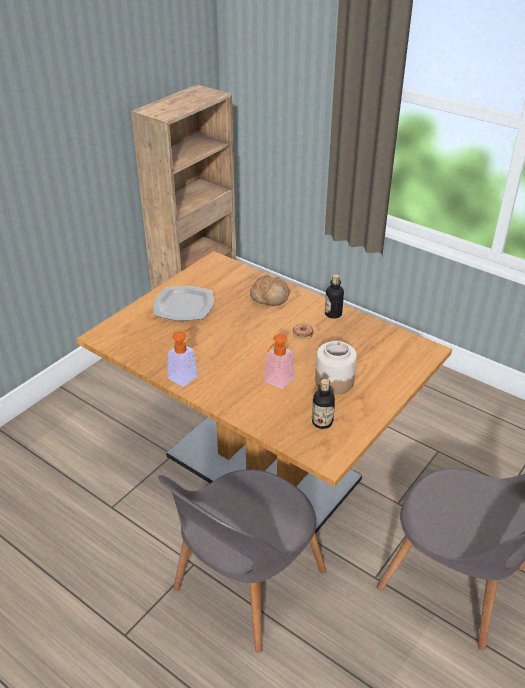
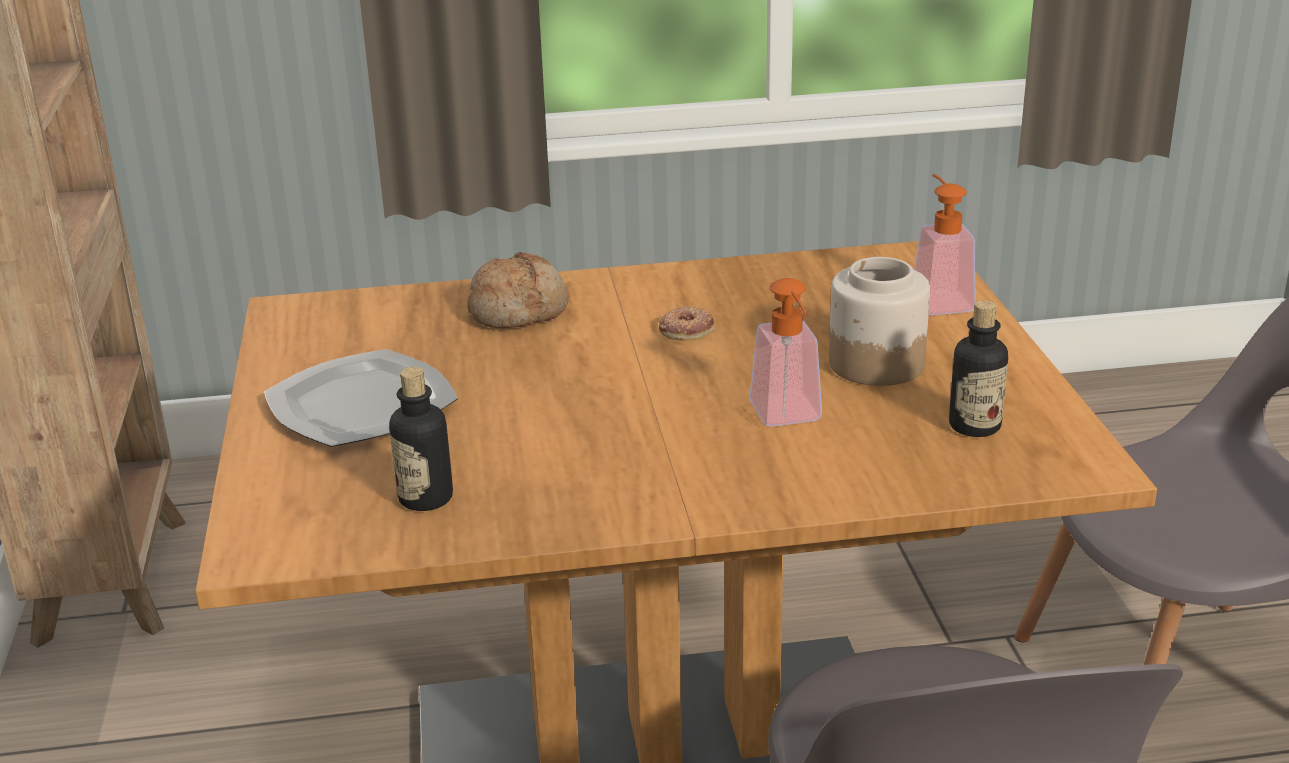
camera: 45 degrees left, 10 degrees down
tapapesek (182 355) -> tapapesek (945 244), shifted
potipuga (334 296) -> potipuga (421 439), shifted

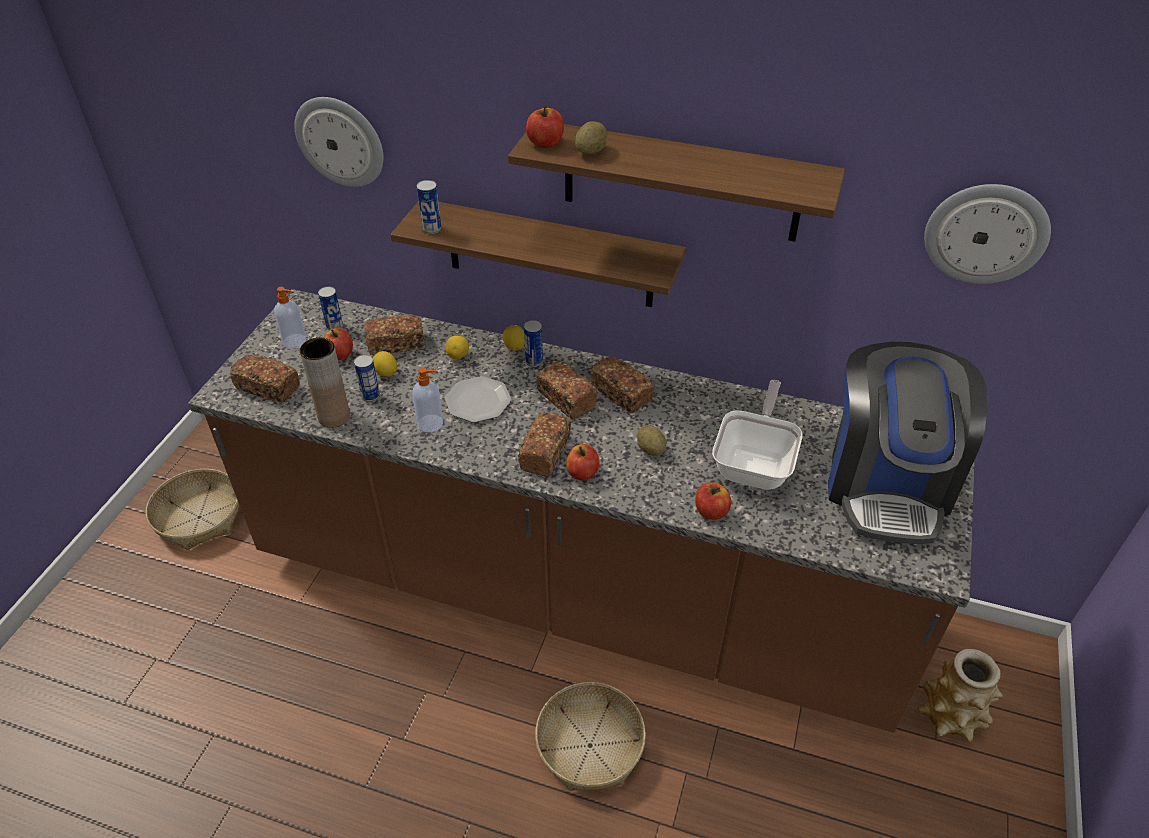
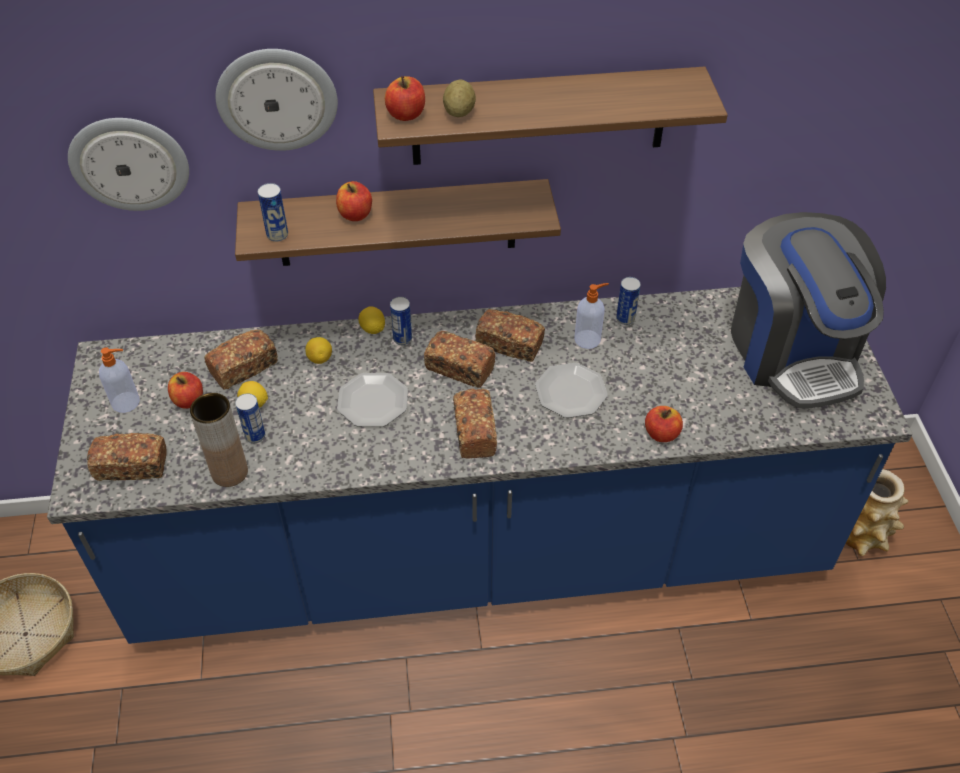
camera: 25 degrees left, 5 degrees up
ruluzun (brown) (581 511) -> ruluzun (blue) (480 465)
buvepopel (330 308) -> buvepopel (628 301), shifted
tapapesek (427 400) -> tapapesek (591 316), shifted
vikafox (590 736) -> none
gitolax (583 462) -> gitolax (354 201), shifted
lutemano (651 440) -> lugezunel (571 390)
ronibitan (757 435) -> none
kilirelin (987 234) -> kilirelin (277 100), shifted

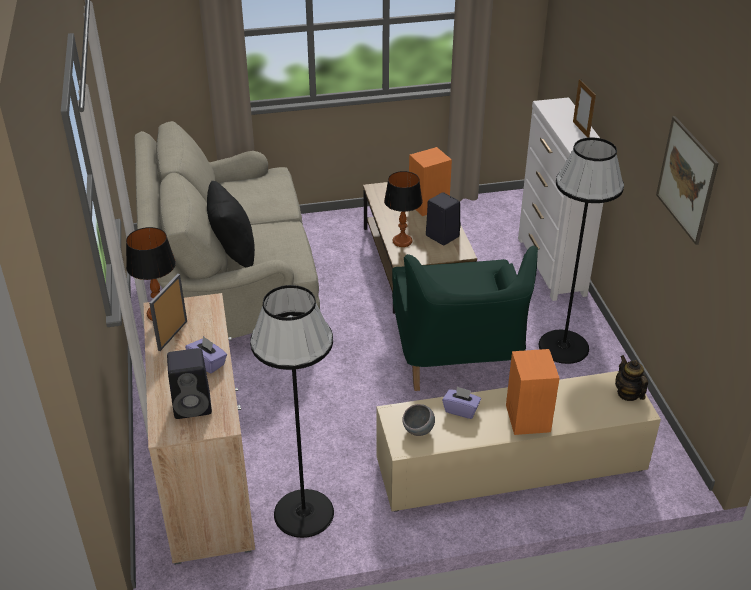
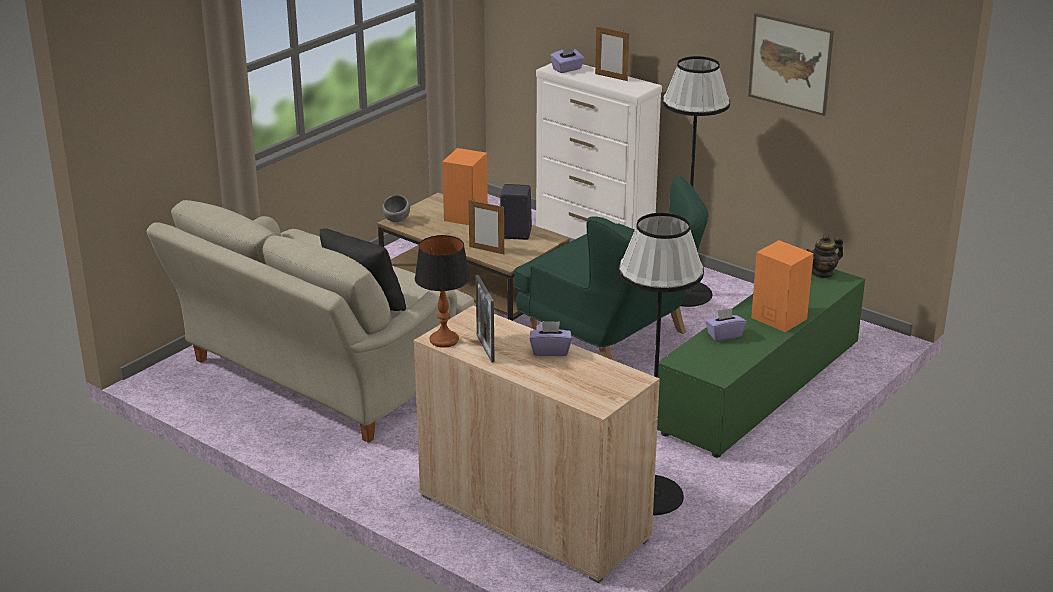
camera: 40 degrees left, 10 degrees down
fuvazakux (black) (189 383) -> none
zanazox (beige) (519 441) -> zanazox (green) (761 362)
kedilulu (403 209) -> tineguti (486 226)
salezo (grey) (418 420) -> salezo (grey) (396 208), shifted
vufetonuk (631 378) -> vufetonuk (824 256), 60 degrees counterclockwise
none -> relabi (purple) (567 60)

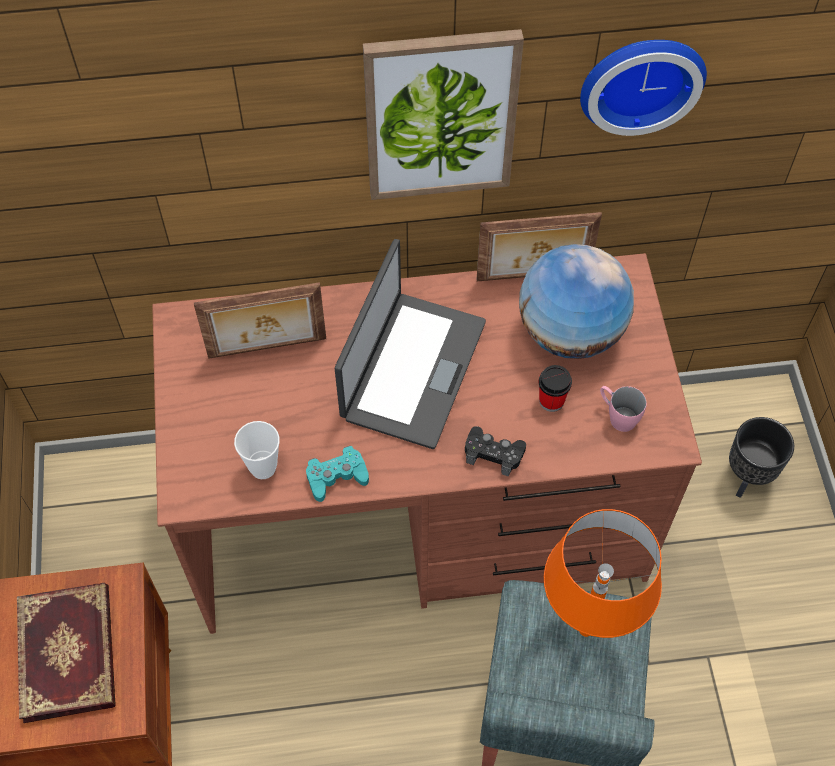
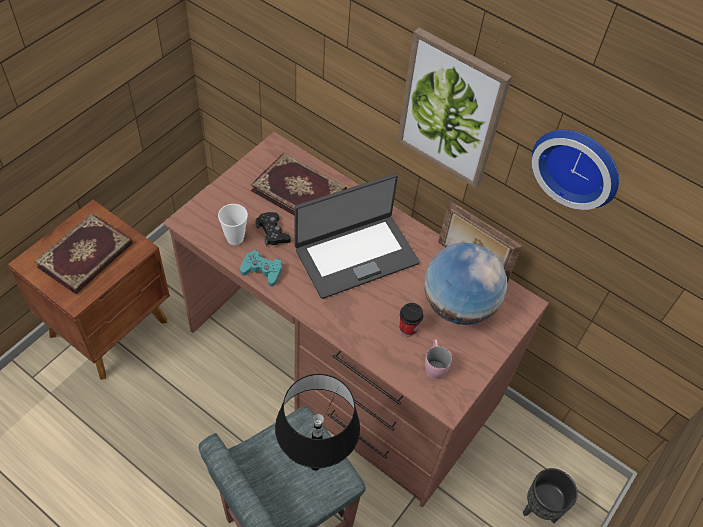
camera: 40 degrees right, 5 degrees down
tineguti (260 320) -> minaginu (299 184)
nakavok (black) (495 451) -> nakavok (black) (273 229), shifted
kedilulu (orange) (603 573) -> kedilulu (black) (317 422)

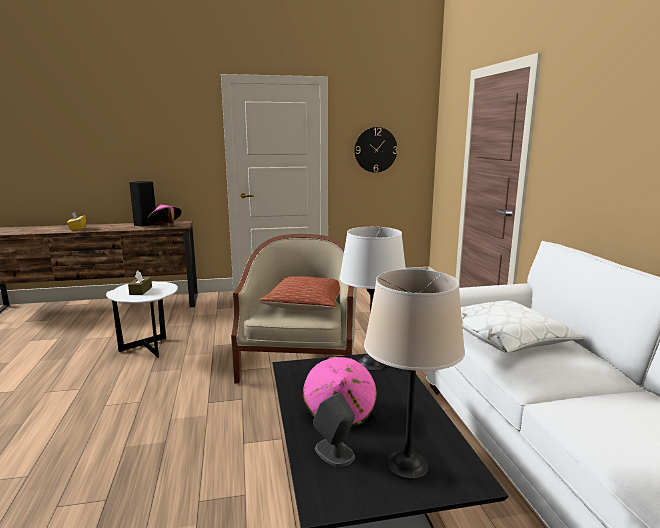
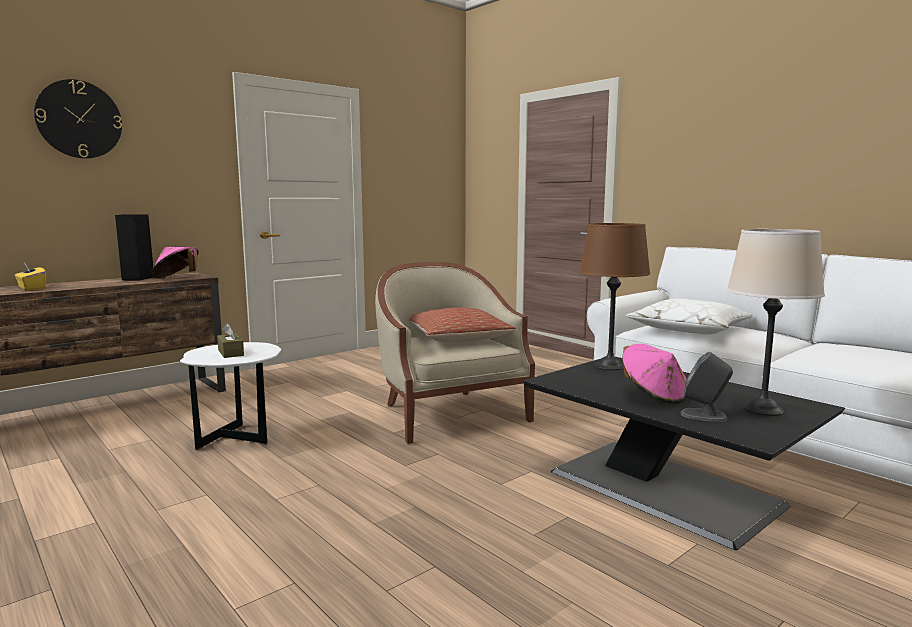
camera: 30 degrees left, 5 degrees down
kedilulu (white) (373 299) -> kedilulu (brown) (614 296)
kilirelin (376 150) -> kilirelin (78 118), shifted

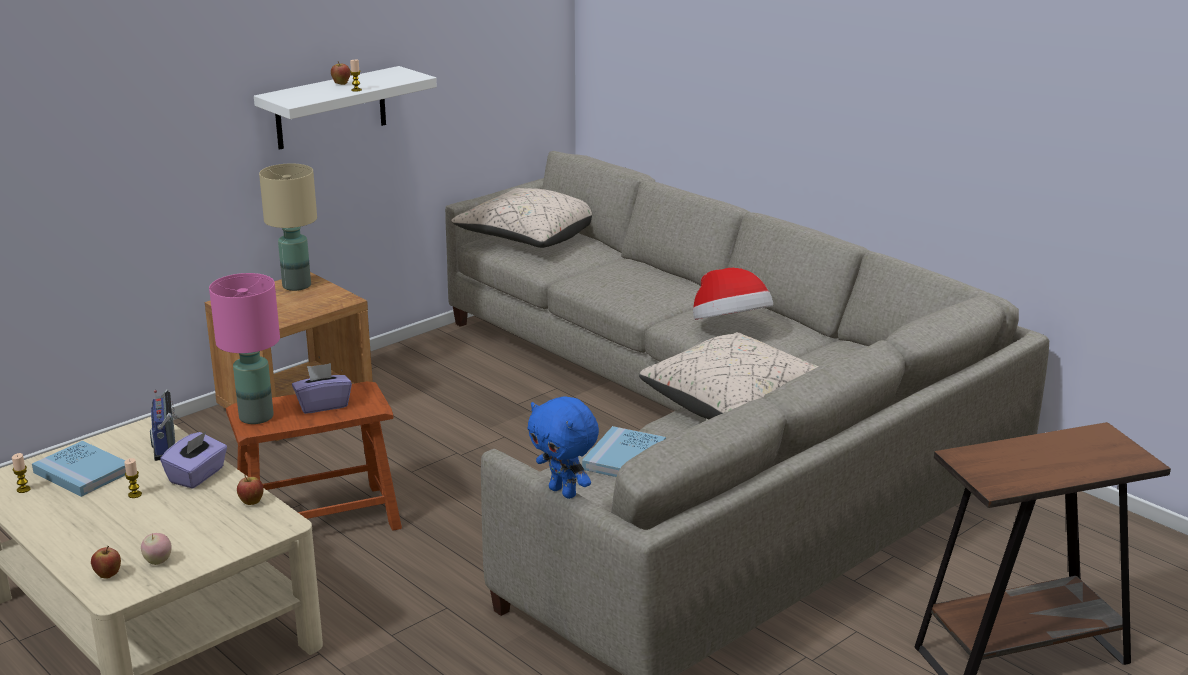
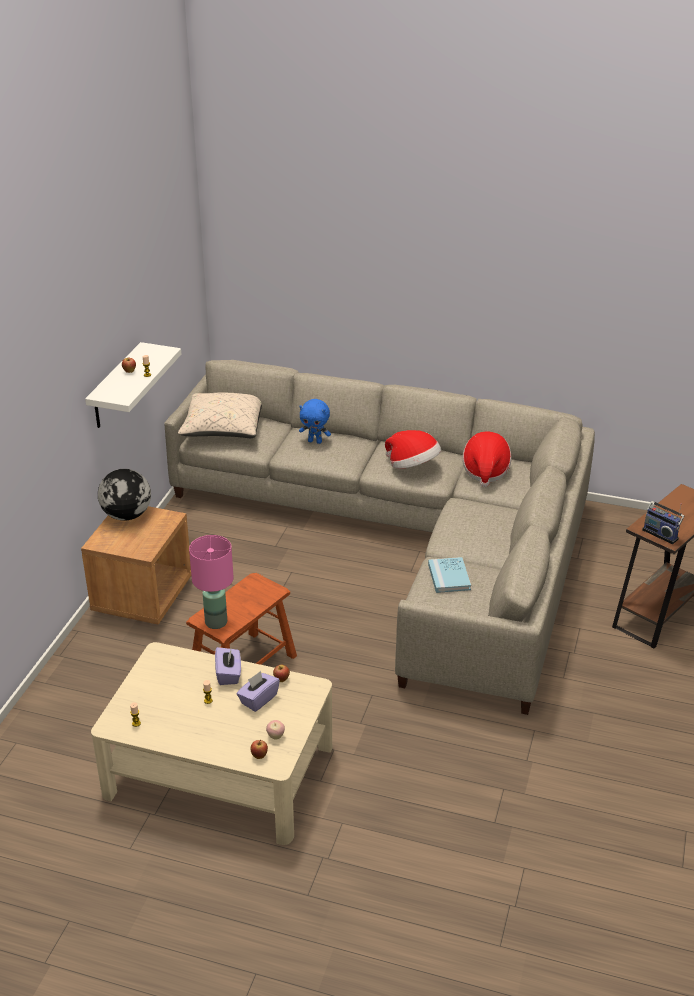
camera: 30 degrees left, 10 degrees up
minaginu (blue) (79 469) -> none
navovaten (164 425) -> navovaten (663 522), shifted
kedilulu (beige) (288 227) -> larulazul (124 495)
relabi (purple) (322 388) -> relabi (purple) (258 691), shifted
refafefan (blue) (563 447) -> refafefan (blue) (315 421), shifted
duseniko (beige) (729 375) -> none
none -> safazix (486 459)

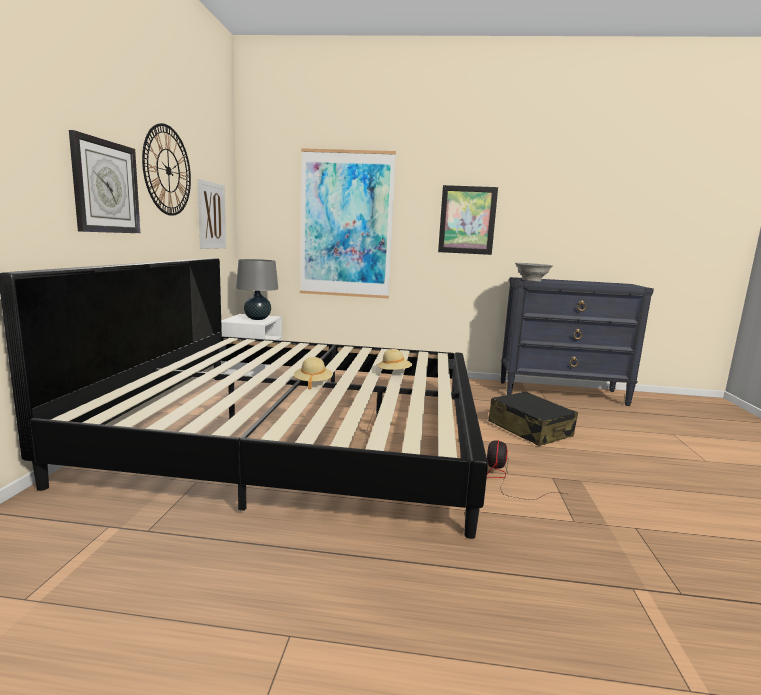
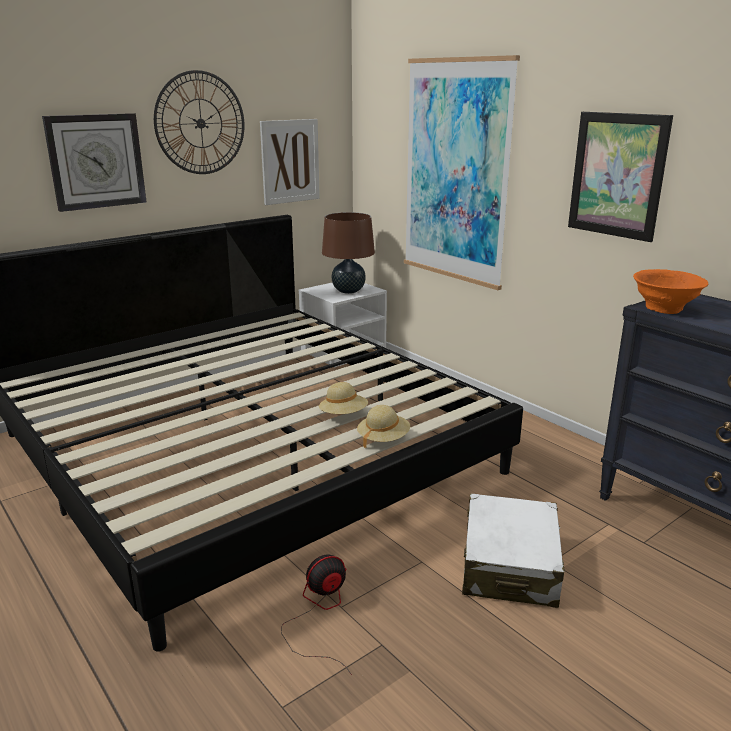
camera: 45 degrees right, 10 degrees up
kedilulu (grey) (257 289) -> kedilulu (brown) (348 253)
safazix (beige) (313 373) -> safazix (beige) (383 426), shifted
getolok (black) (533 419) -> getolok (white) (513 551)
salezo (grey) (534 272) -> salezo (orange) (670 291)

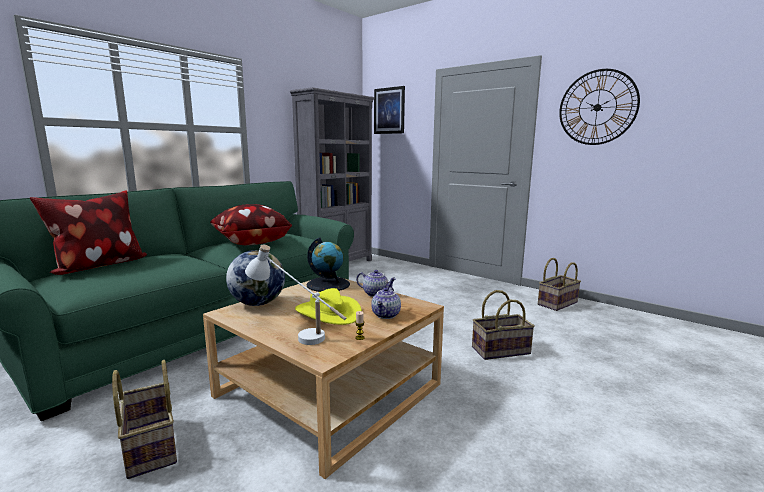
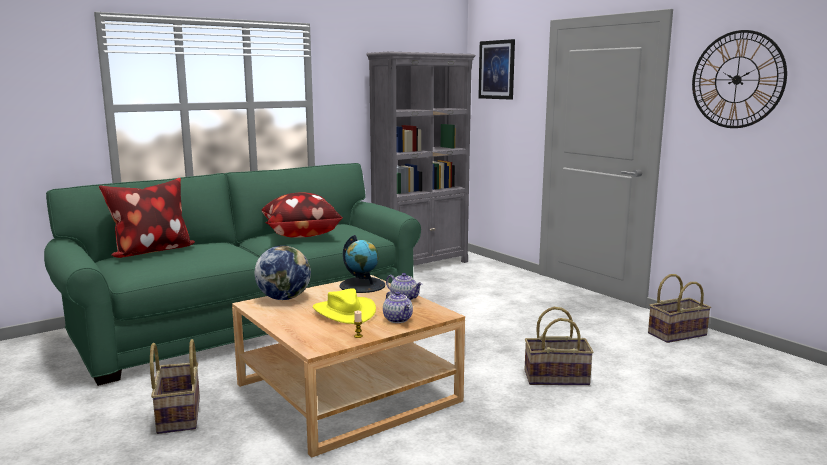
camera: 15 degrees right, 0 degrees up
kedilulu (white) (295 295) -> none
vufetonuk (386 303) -> vufetonuk (398 307), 60 degrees counterclockwise

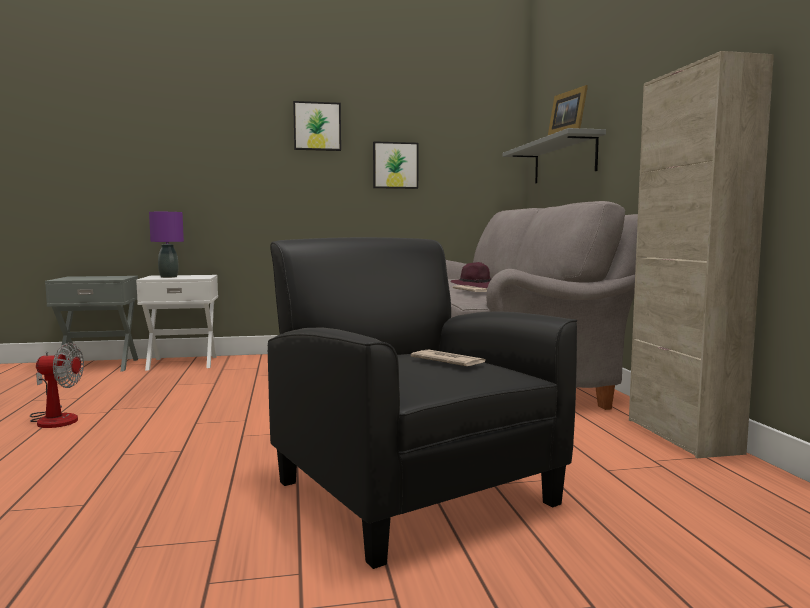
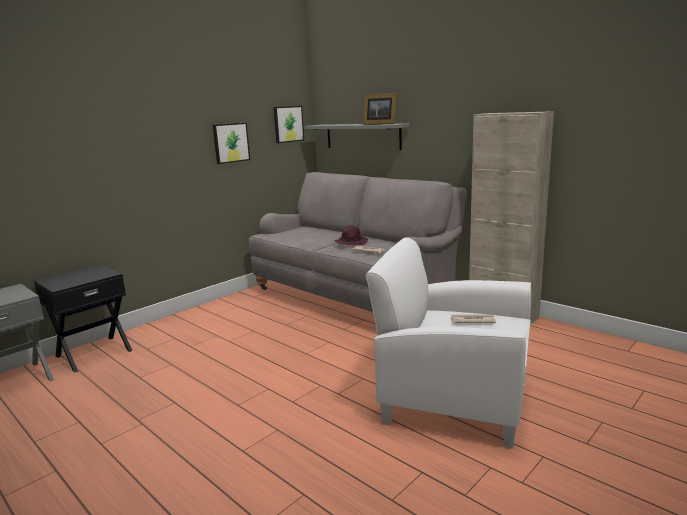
camera: 35 degrees left, 10 degrees up
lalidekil (57 385) -> none
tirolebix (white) (177 323) -> tirolebix (black) (83 318)
kedilulu (purple) (166 245) -> none
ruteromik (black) (422 403) -> ruteromik (white) (448 342)
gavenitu (317 126) -> gavenitu (288 124), shifted

